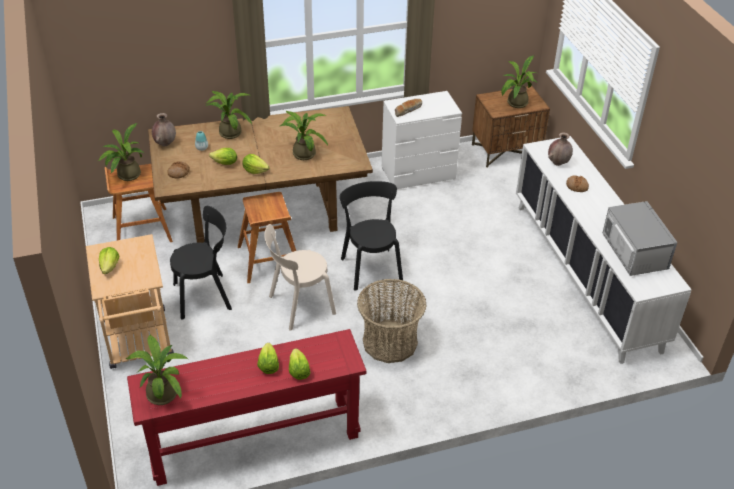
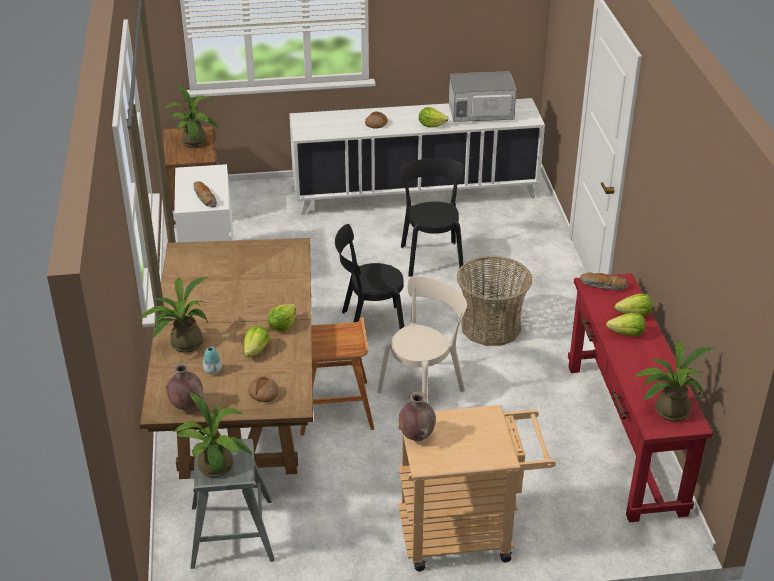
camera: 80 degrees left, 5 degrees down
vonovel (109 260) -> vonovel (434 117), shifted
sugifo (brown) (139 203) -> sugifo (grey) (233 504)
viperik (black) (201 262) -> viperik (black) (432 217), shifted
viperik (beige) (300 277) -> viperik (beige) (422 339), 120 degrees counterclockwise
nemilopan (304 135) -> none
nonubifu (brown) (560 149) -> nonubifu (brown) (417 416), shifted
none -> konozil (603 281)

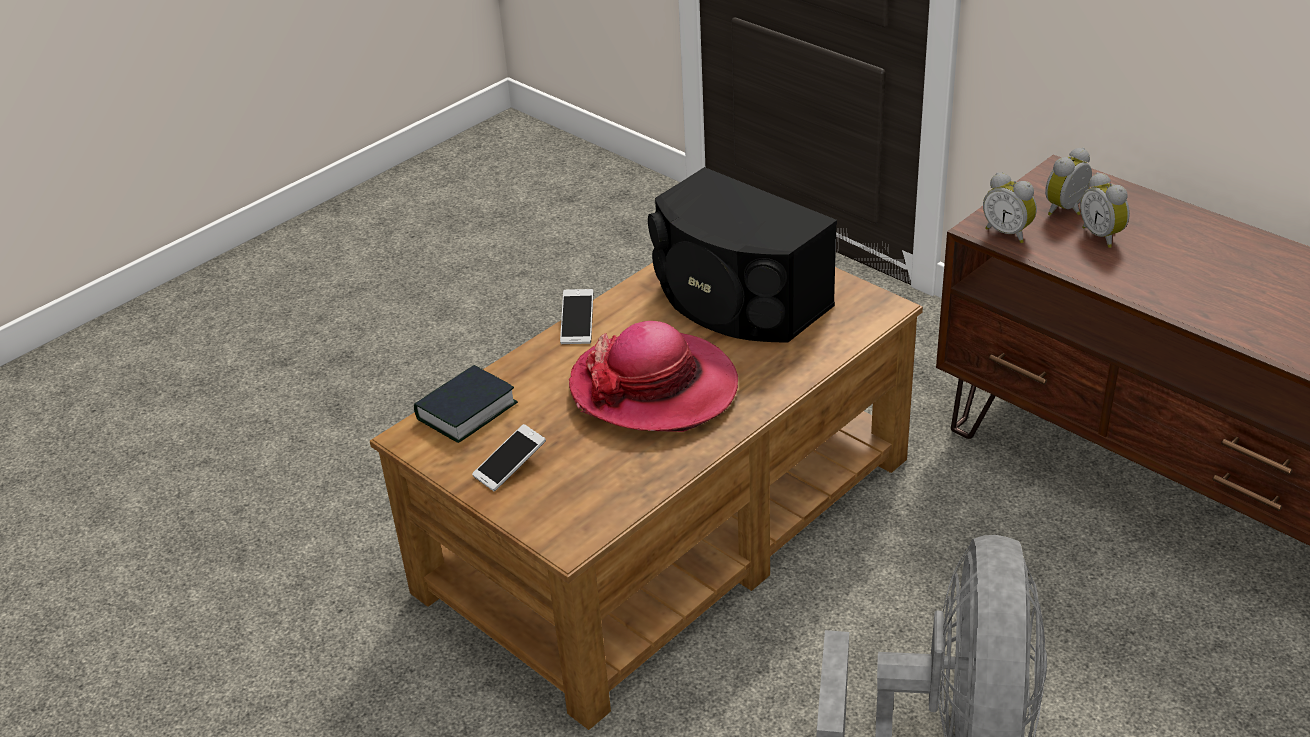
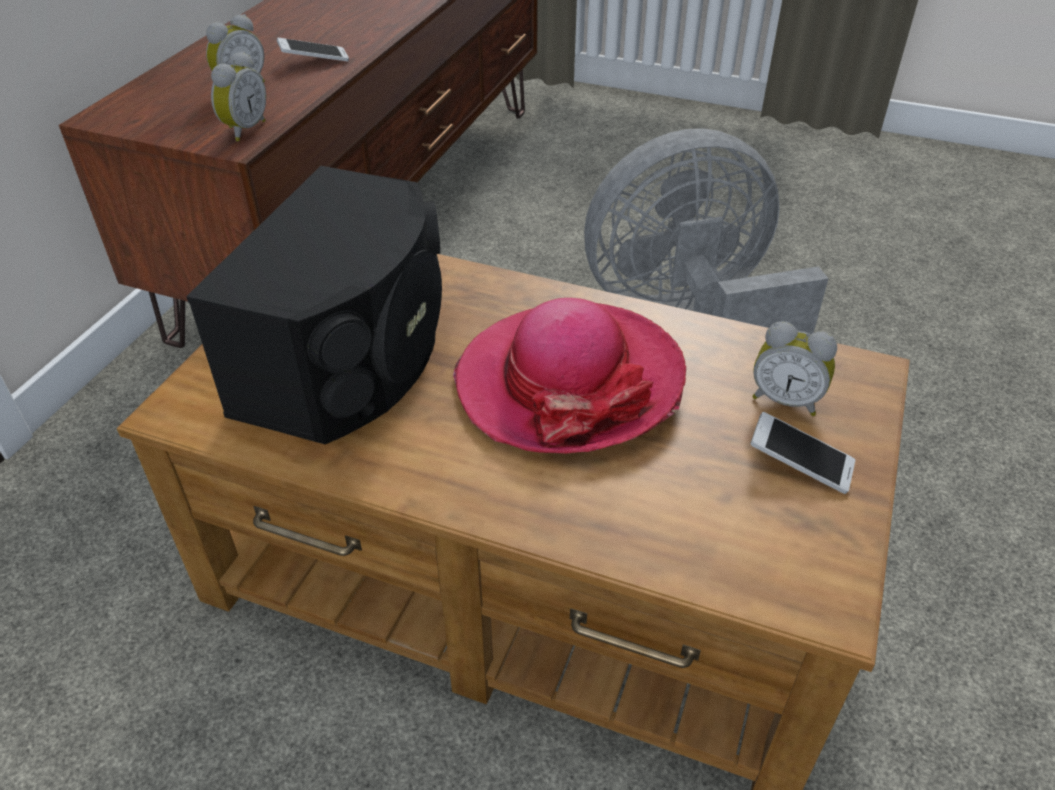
camera: 115 degrees left, 5 degrees up
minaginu (466 404) -> none
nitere (576 316) -> nitere (313 49), shifted
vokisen (1068 181) -> vokisen (794 368), shifted

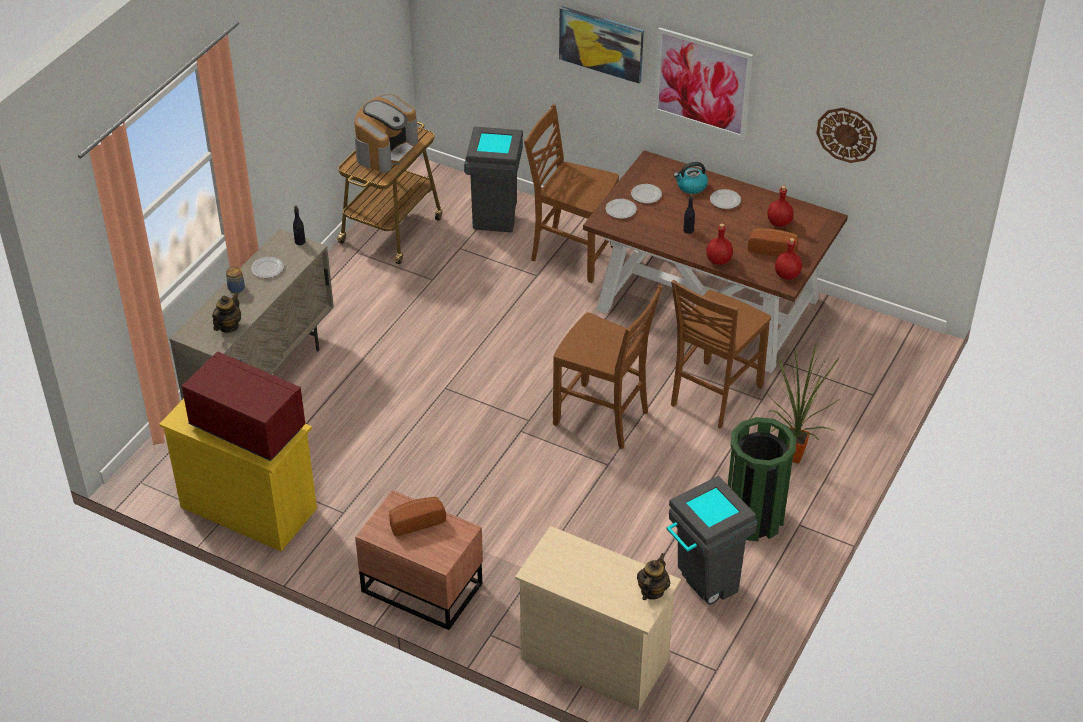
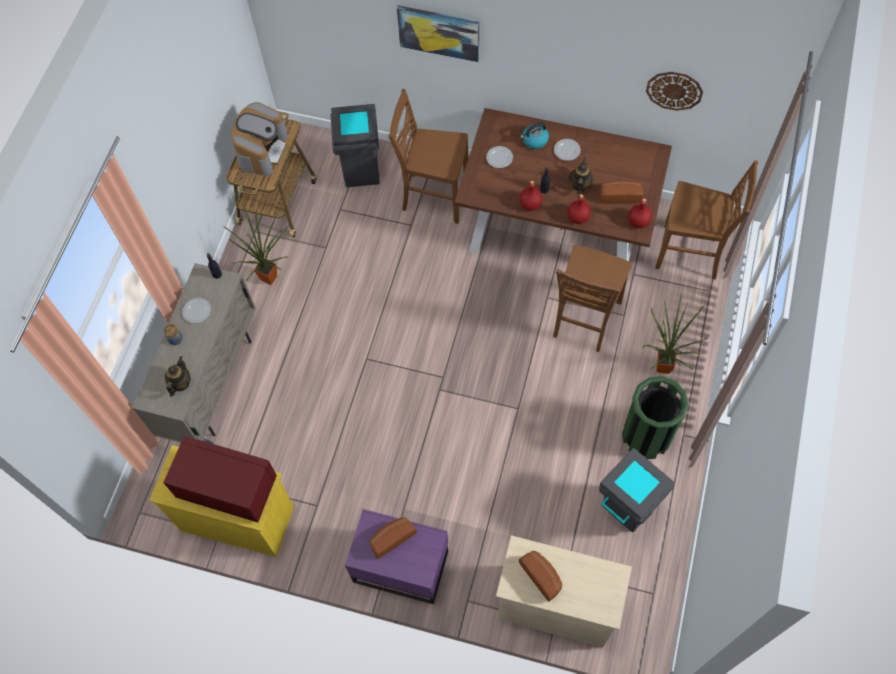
camera: 10 degrees left, 20 degrees up
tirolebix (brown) (419 560) -> tirolebix (purple) (396 556)
viperik (brown) (607 366) -> viperik (brown) (706 220), shifted
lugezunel (621 209) -> none
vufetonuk (653 576) -> vufetonuk (581 176), shifted
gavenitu (703 83) -> none
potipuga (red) (780 206) -> potipuga (red) (530 196), shifted
none -> nemilopan (256 243)
none -> konozil (540 576)

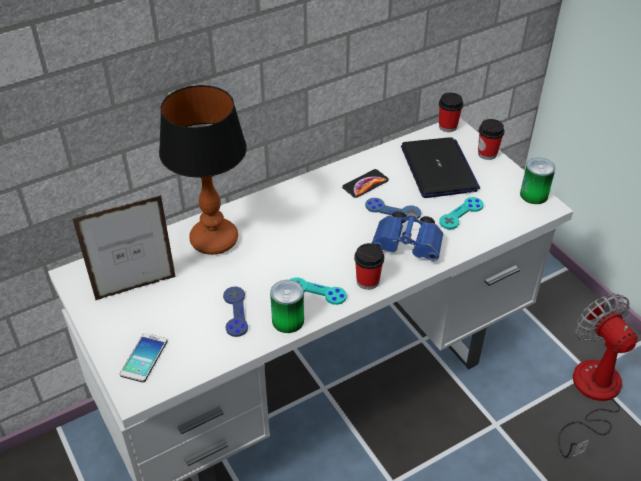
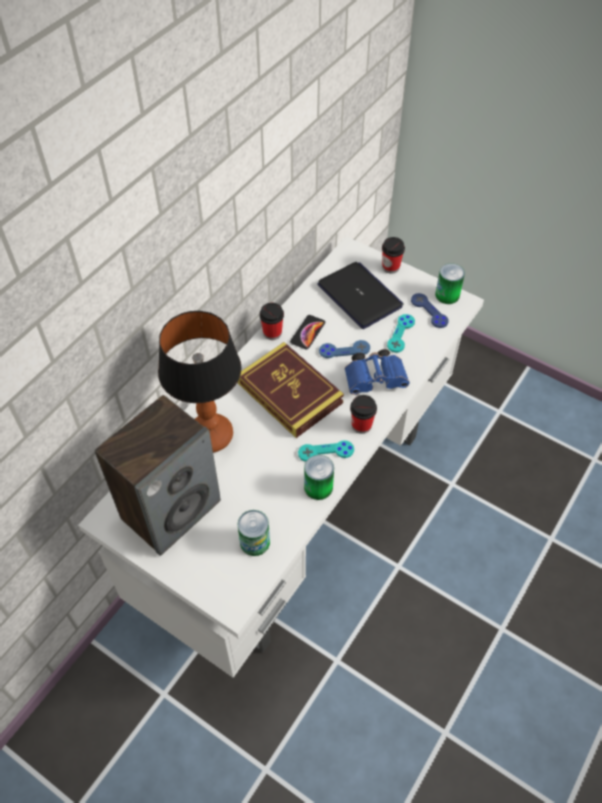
camera: 25 degrees left, 10 degrees up
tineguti (124 247) -> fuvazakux (158 475)
nitere (143 357) -> none
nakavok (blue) (235 311) -> nakavok (blue) (429 310), shifted
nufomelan (451 112) -> nufomelan (272 321), shifted
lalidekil (598 376) -> none
none -> minaginu (291 390)
none -> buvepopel (254 533)

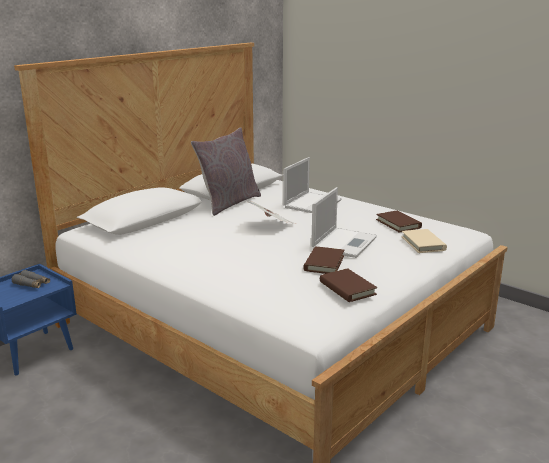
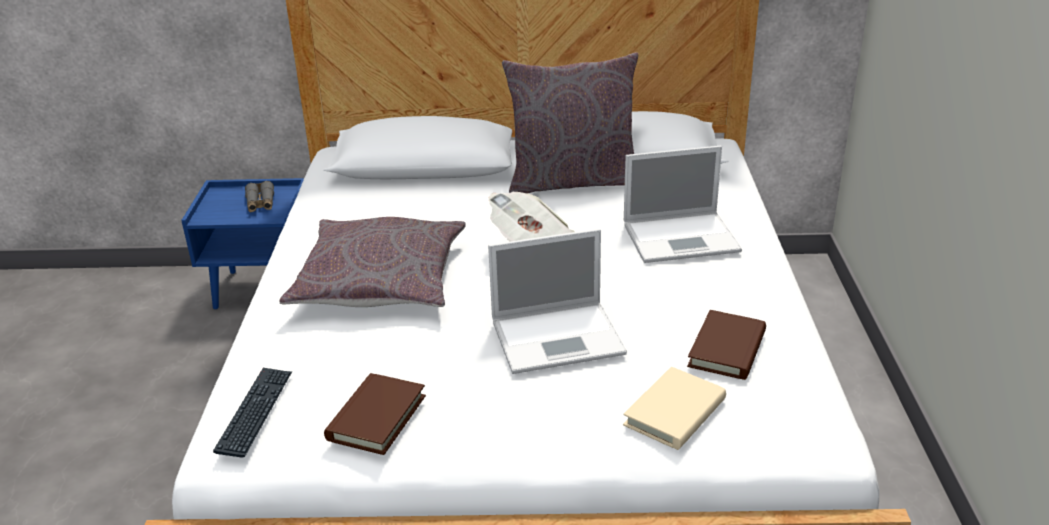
camera: 50 degrees right, 10 degrees up
minaginu (brown) (323 260) -> none
none -> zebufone (252 413)
none -> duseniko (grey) (372 262)

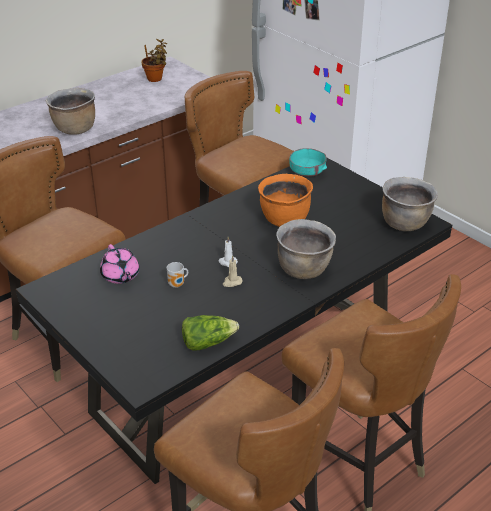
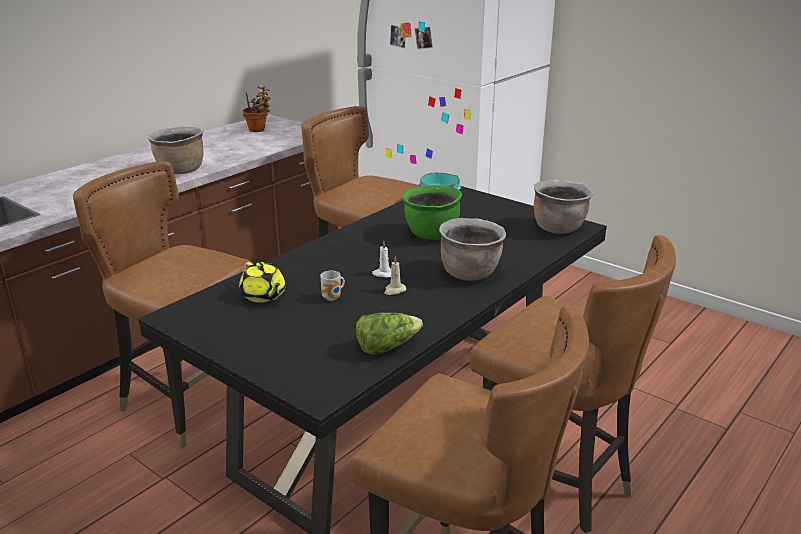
camera: 10 degrees left, 10 degrees down
vufetonuk (pink) (119 264) -> vufetonuk (yellow) (262 282)
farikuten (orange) (285 200) -> farikuten (green) (432 212)

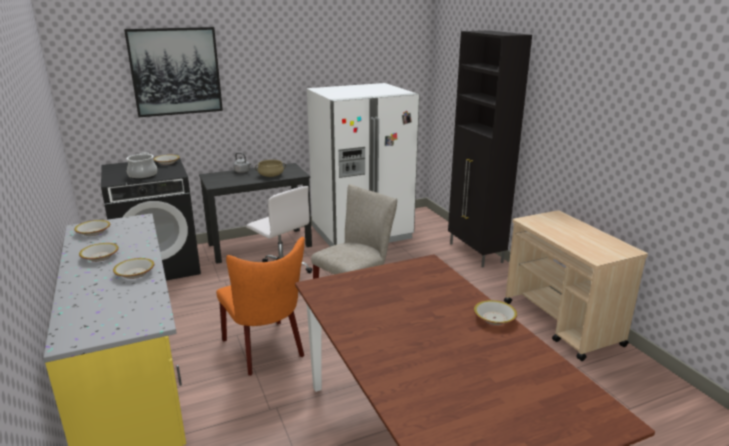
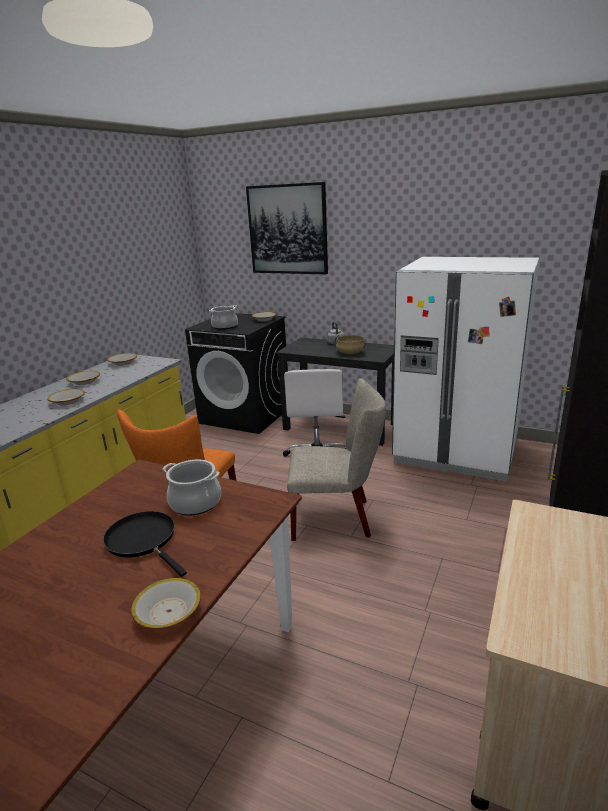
camera: 50 degrees right, 0 degrees up
none -> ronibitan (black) (145 544)
none -> farikuten (192 487)

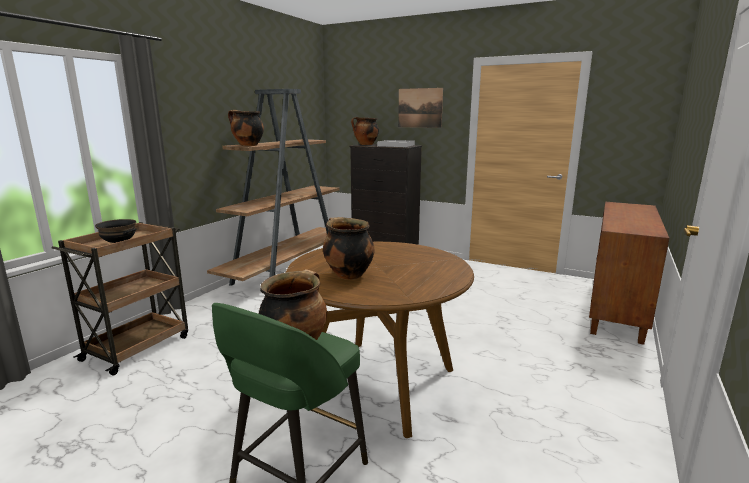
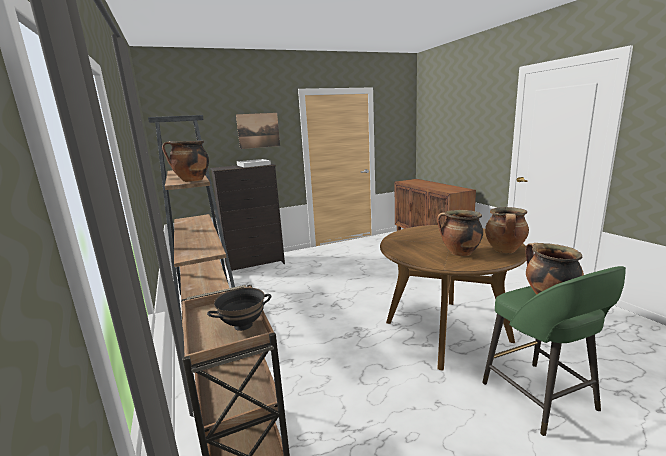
camera: 50 degrees left, 0 degrees up
farikuten (365 131) -> farikuten (507 230), shifted

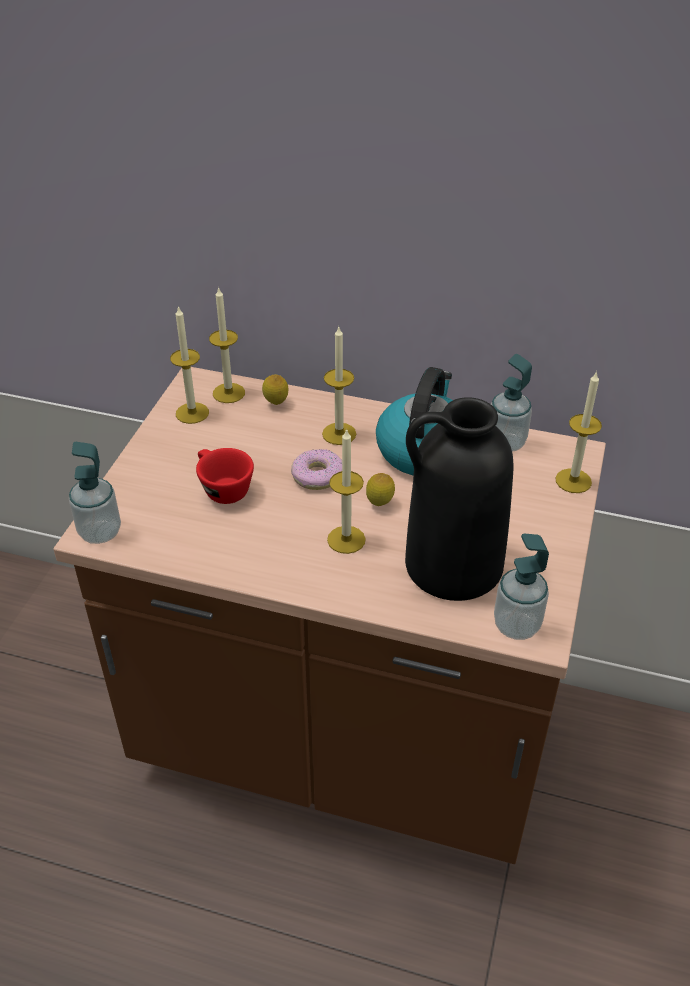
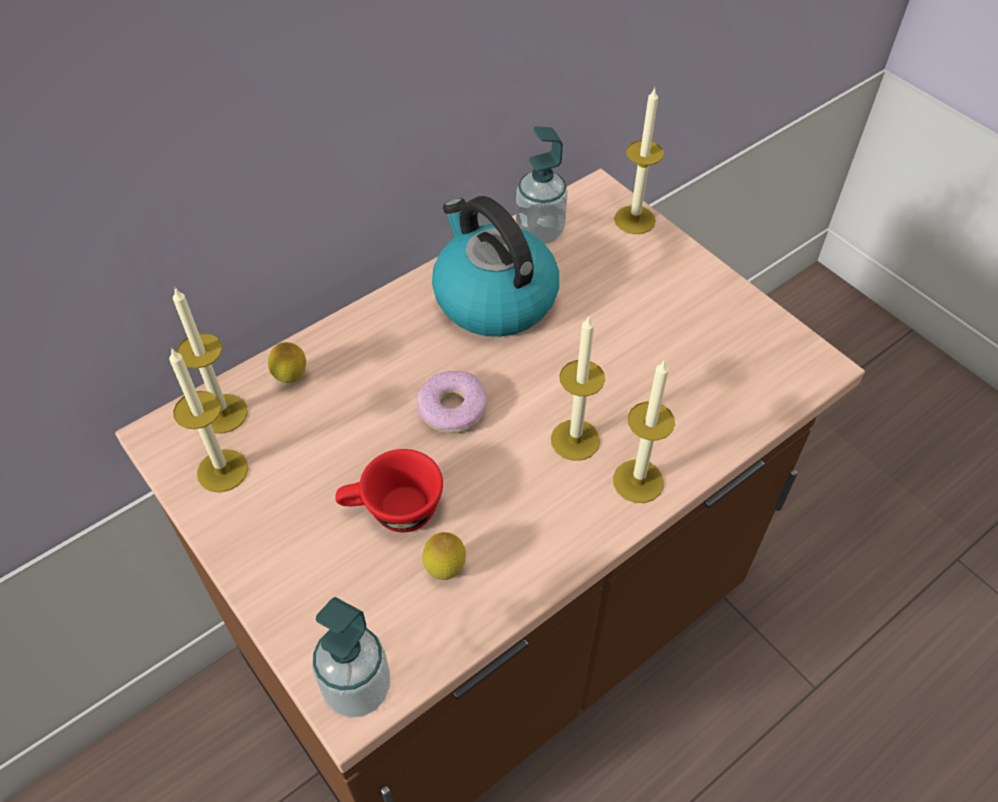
camera: 55 degrees left, 10 degrees up
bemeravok (339 386) -> bemeravok (644 431), shifted
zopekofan (380 489) -> zopekofan (444 556), shifted
nonubifu (black) (459 499) -> none
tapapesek (521 586) -> none

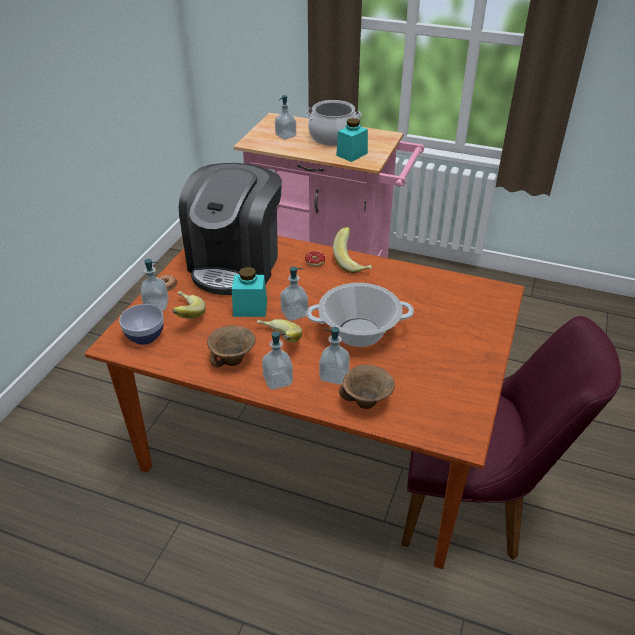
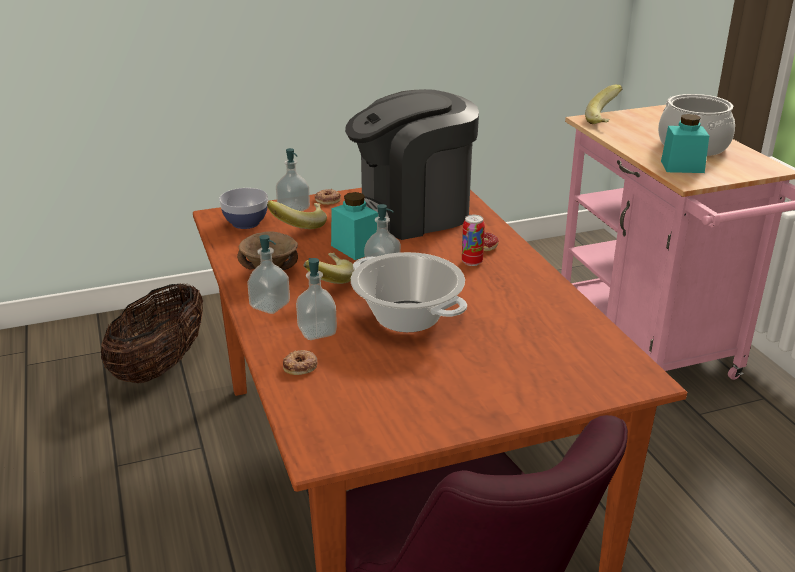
camera: 50 degrees right, 10 degrees down
tapapesek (285 117) -> none
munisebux (352 250) -> munisebux (603 104), shifted
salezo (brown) (367 386) -> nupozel (300 362)
none -> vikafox (152 333)
none -> buvepopel (473 240)

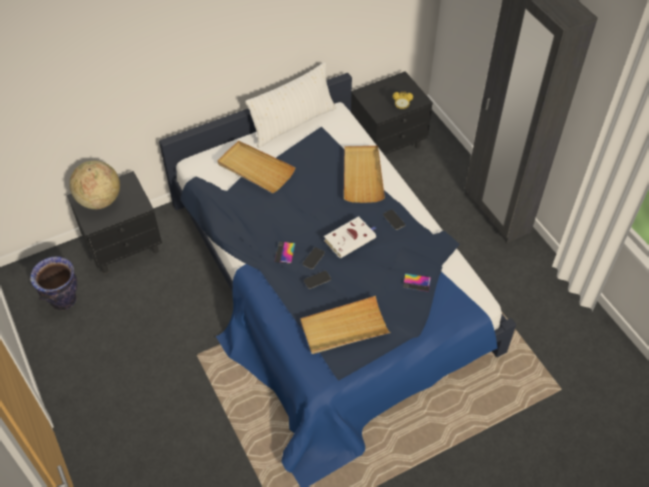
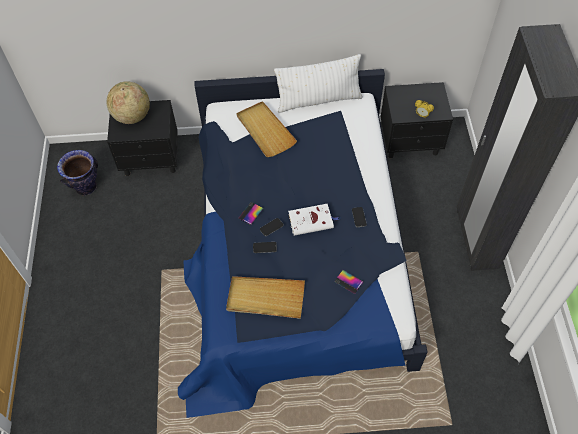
camera: 25 degrees right, 5 degrees up
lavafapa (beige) (364 174) -> none

